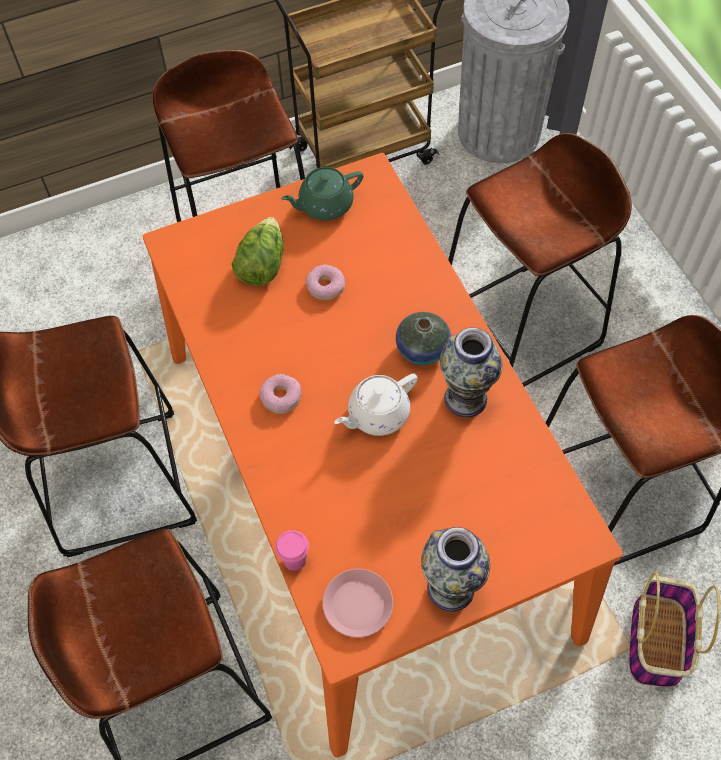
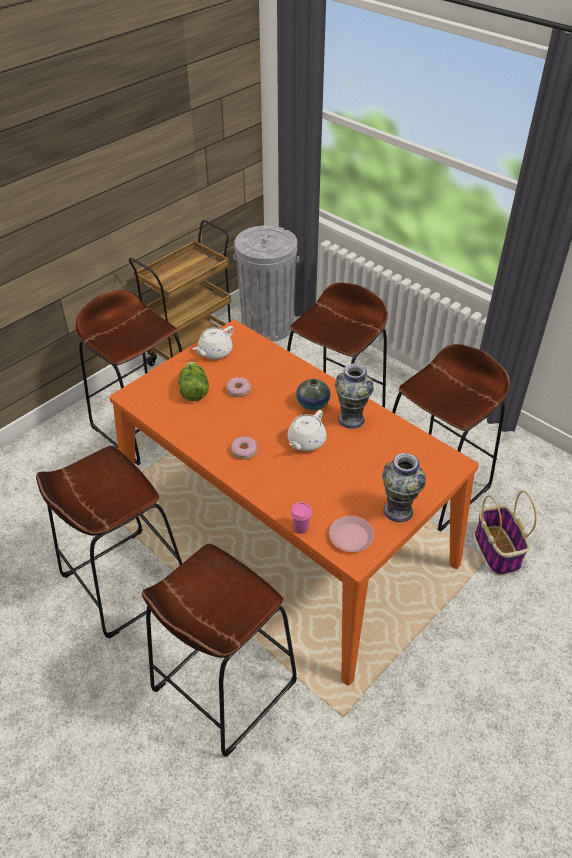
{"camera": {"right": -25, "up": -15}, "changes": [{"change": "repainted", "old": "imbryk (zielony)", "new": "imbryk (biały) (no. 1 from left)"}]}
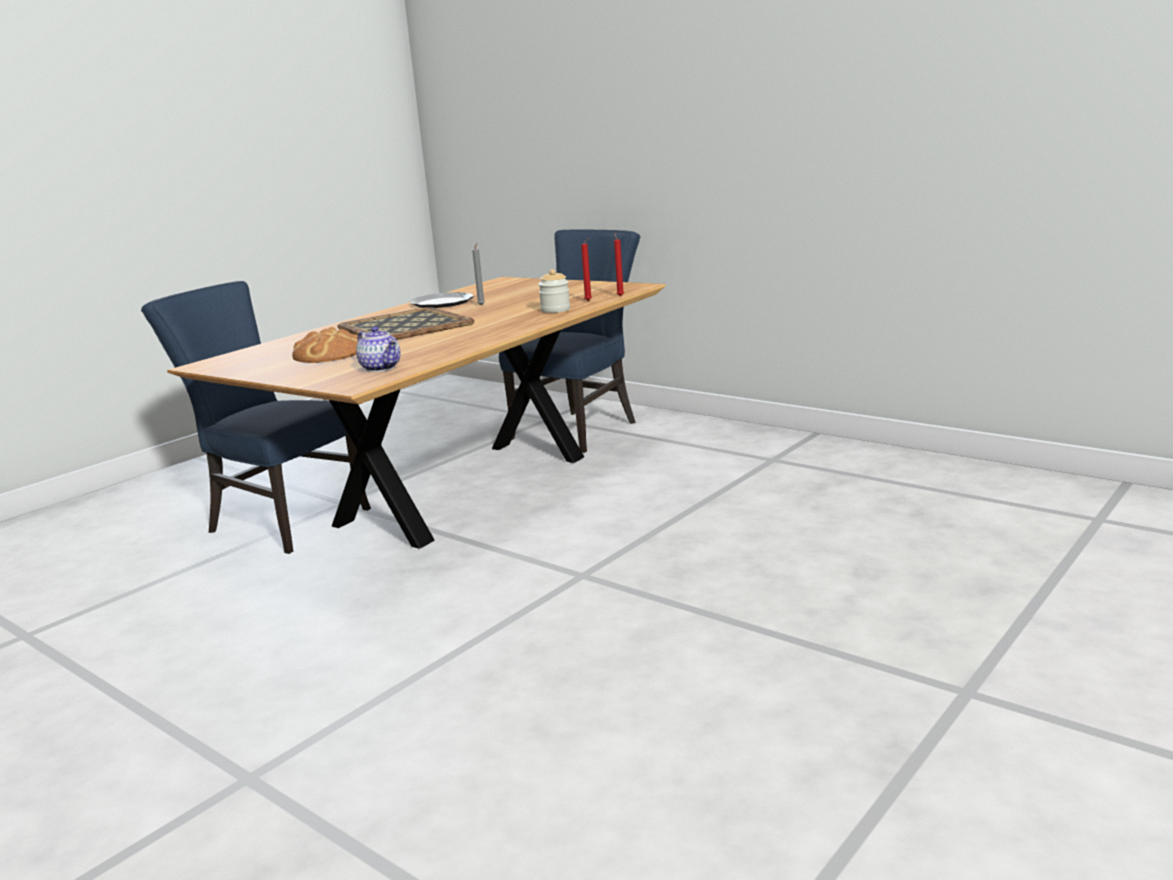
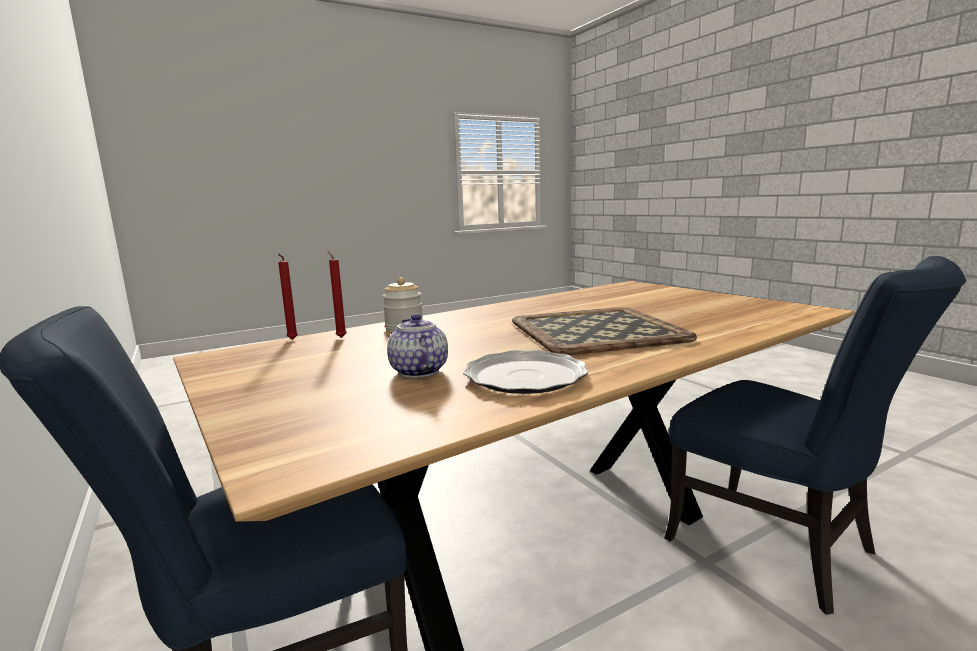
{"camera": {"right": -160, "up": -5}, "changes": [{"change": "gone", "old": "chleb"}, {"change": "gone", "old": "świeca (szary)"}, {"change": "shifted", "old": "imbryk"}]}
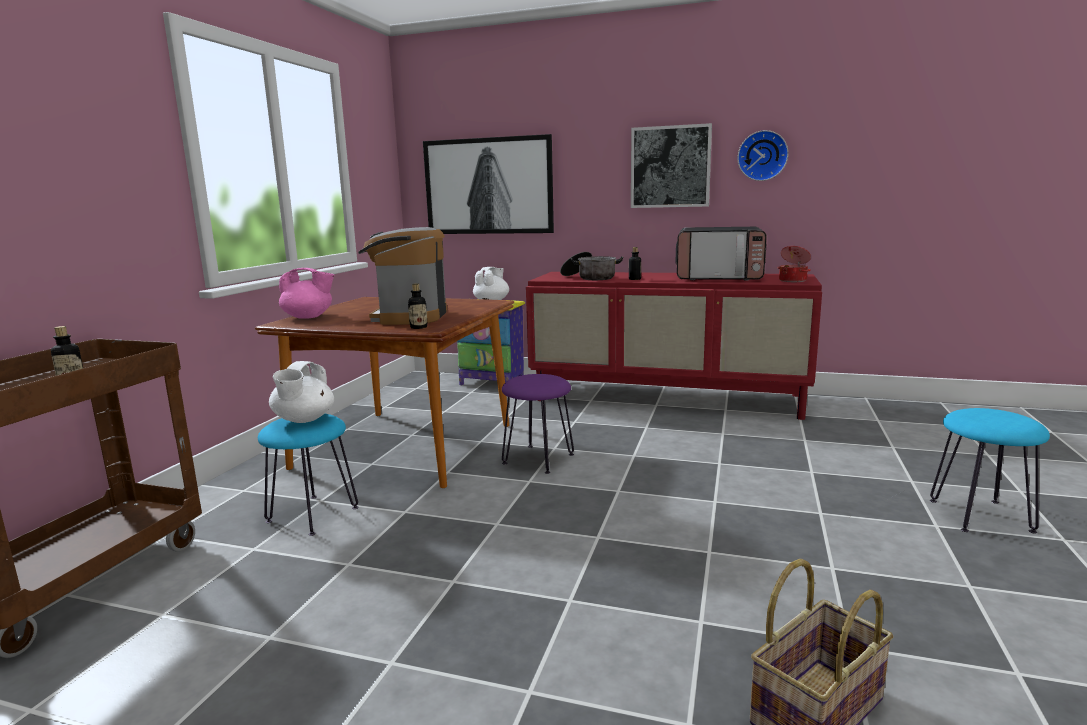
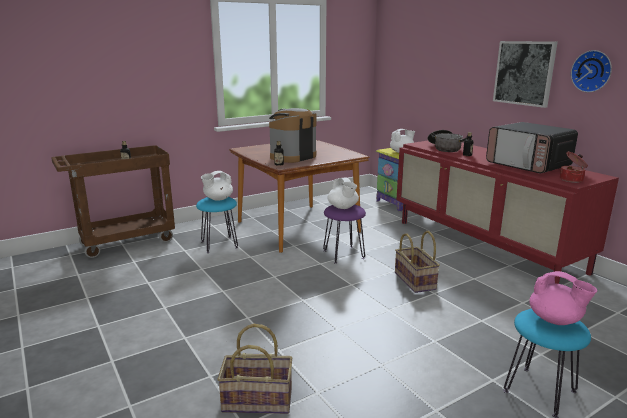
{"camera": {"right": 40, "up": 5}, "changes": [{"change": "gone", "old": "obraz (no. 1 from left)"}, {"change": "new", "new": "imbryk (biały) (no. 2 from left)"}, {"change": "new", "new": "koszyk (no. 2 from left)"}, {"change": "shifted", "old": "imbryk (różowy)"}]}
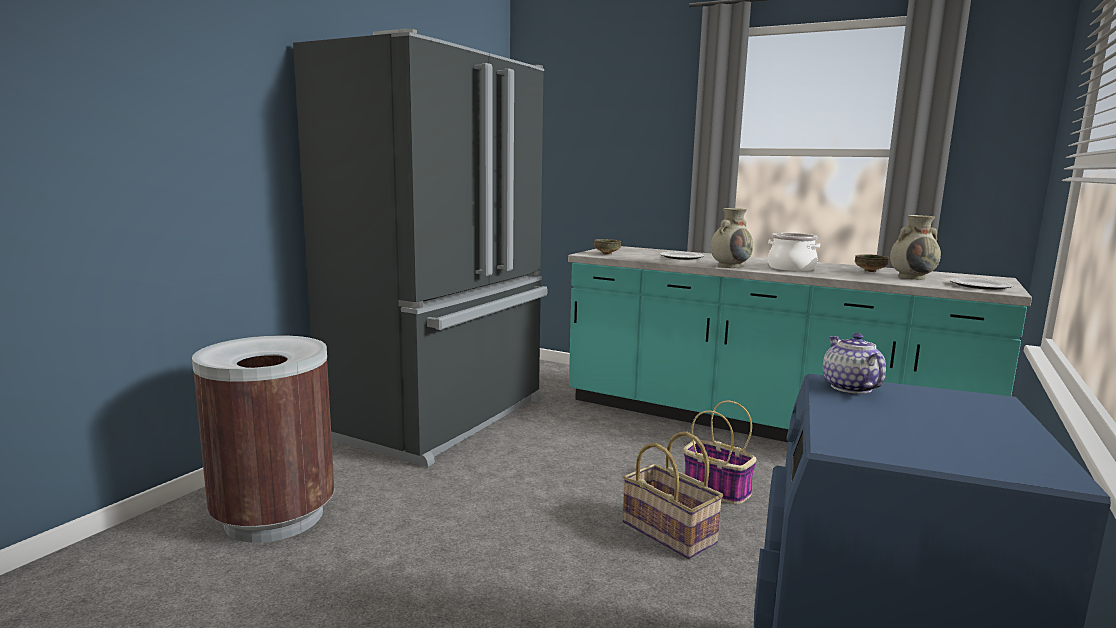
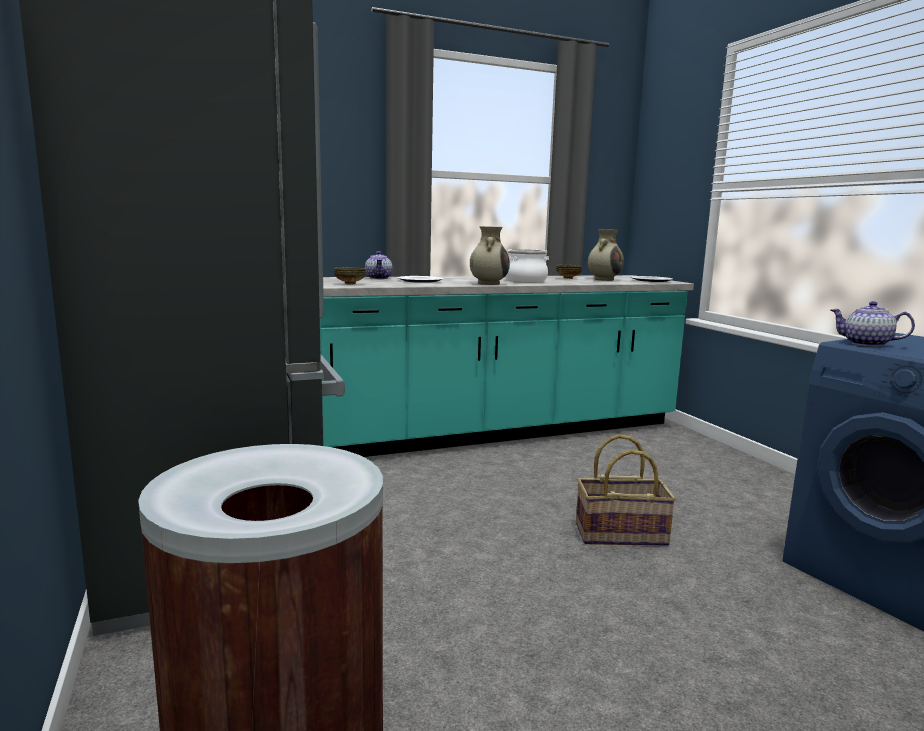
{"camera": {"right": -50, "up": 0}, "changes": [{"change": "gone", "old": "koszyk (no. 2 from left)"}, {"change": "new", "new": "imbryk (no. 1 from left)"}]}
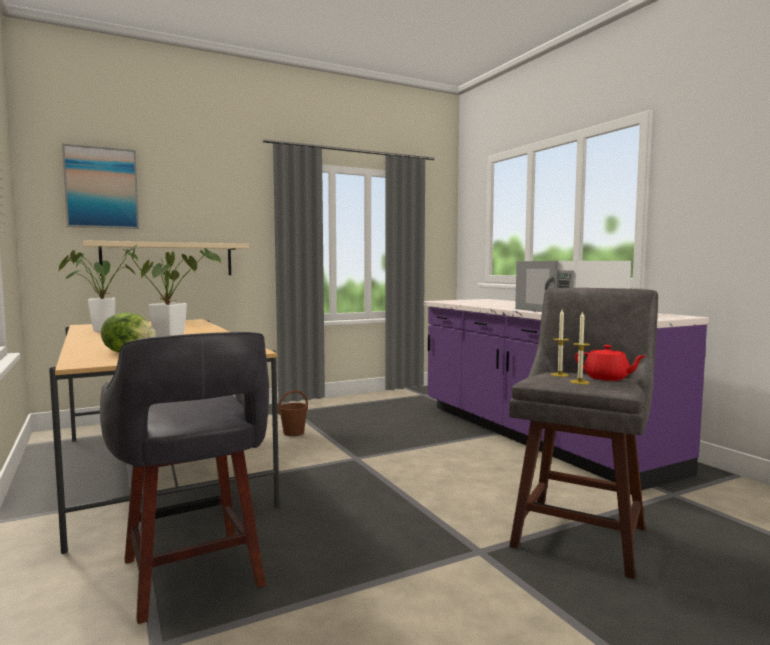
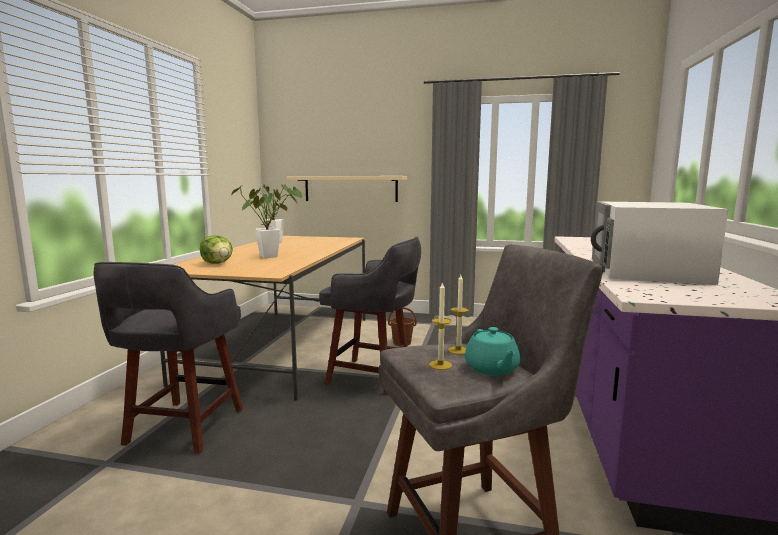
{"camera": {"right": 40, "up": 5}, "changes": [{"change": "gone", "old": "obraz"}, {"change": "new", "new": "stołek (szary) (no. 2 from left)"}, {"change": "repainted", "old": "imbryk (czerwony)", "new": "imbryk (turkusowy)"}]}
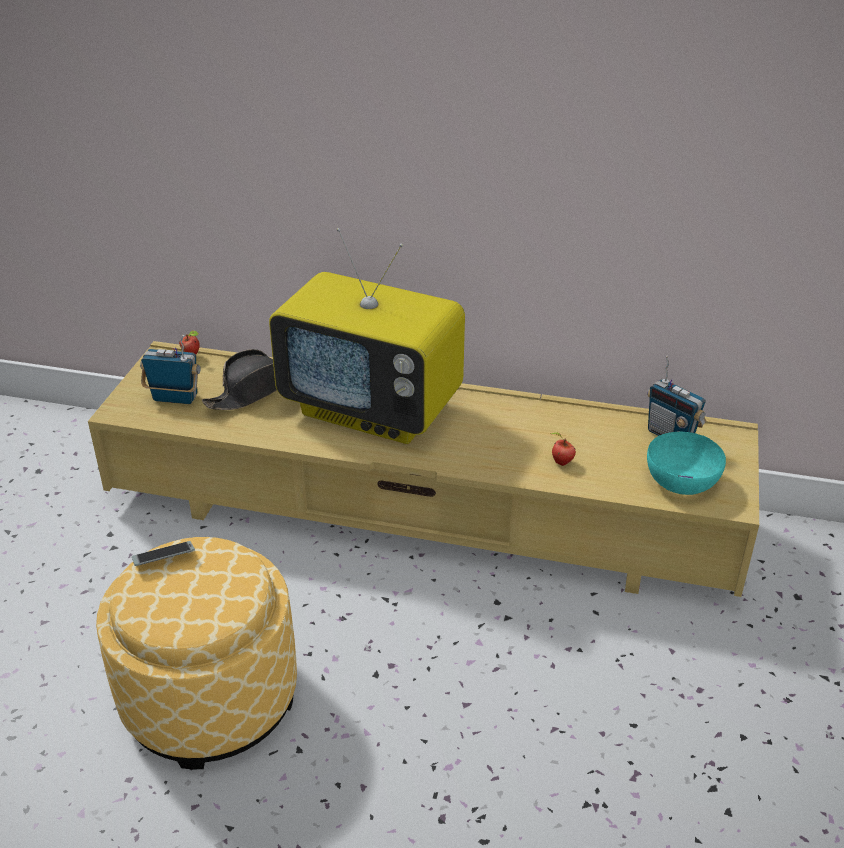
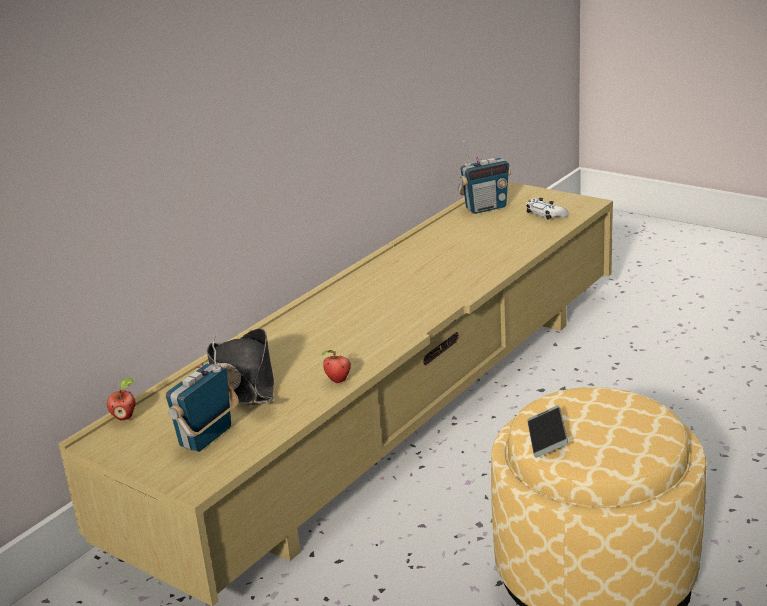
{"camera": {"right": -65, "up": -10}, "changes": [{"change": "gone", "old": "telewizor"}, {"change": "shifted", "old": "jabłko (no. 2 from left)"}, {"change": "swapped", "old": "miska (turkusowy)", "new": "pad do gier (biały)"}]}
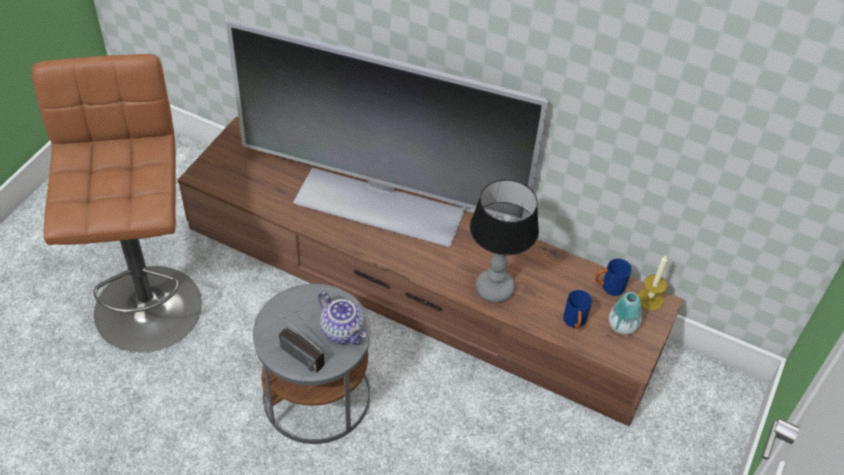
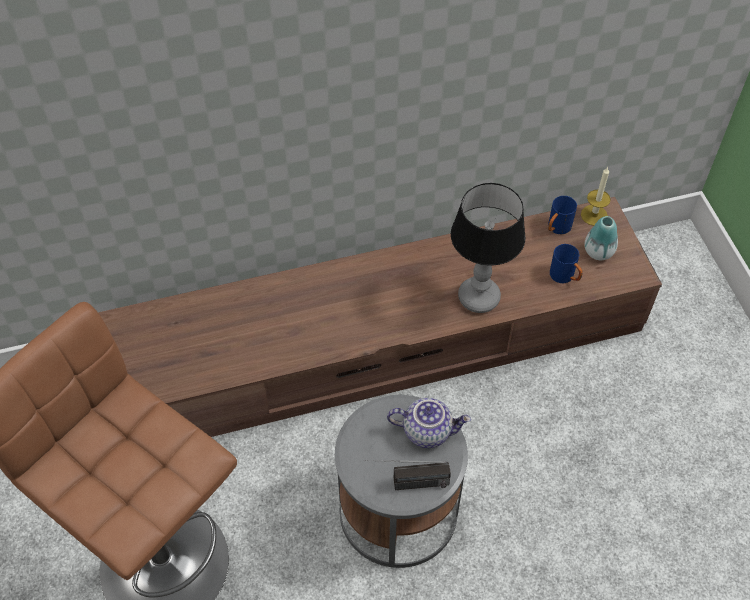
{"camera": {"right": -40, "up": 5}, "changes": [{"change": "gone", "old": "telewizor"}]}
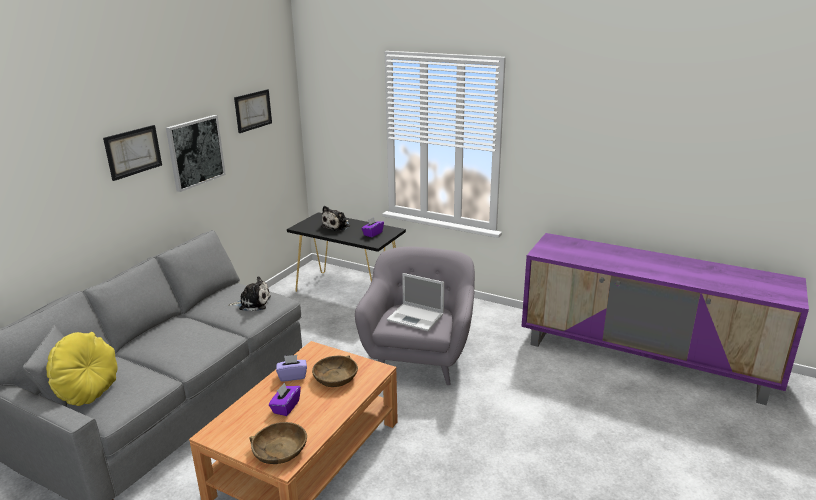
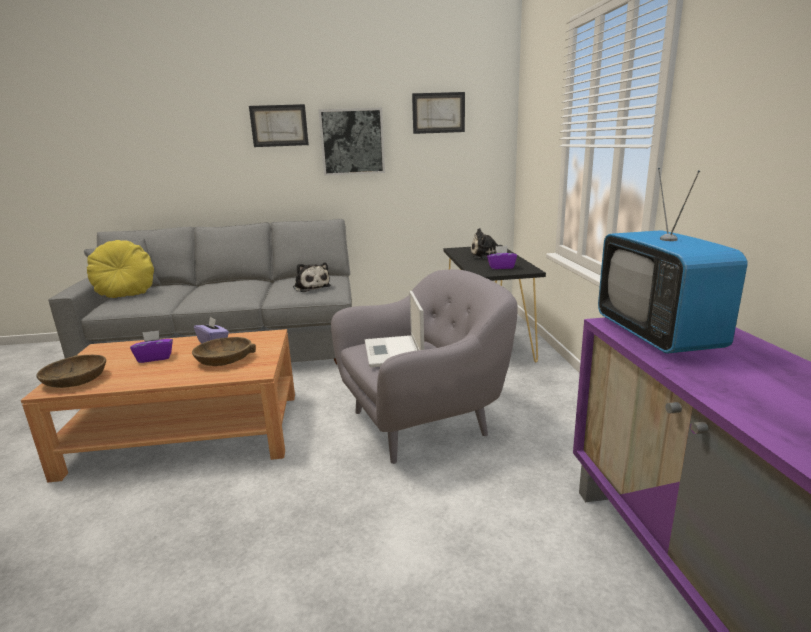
{"camera": {"right": 55, "up": -5}, "changes": [{"change": "new", "new": "telewizor"}]}
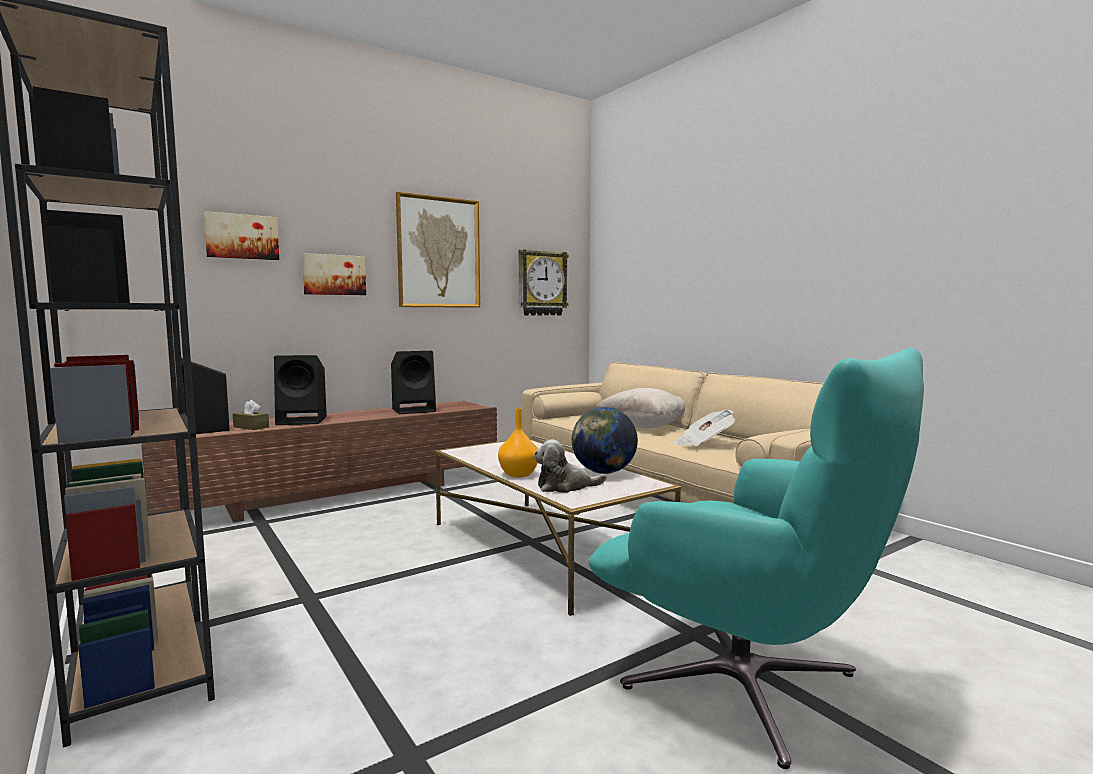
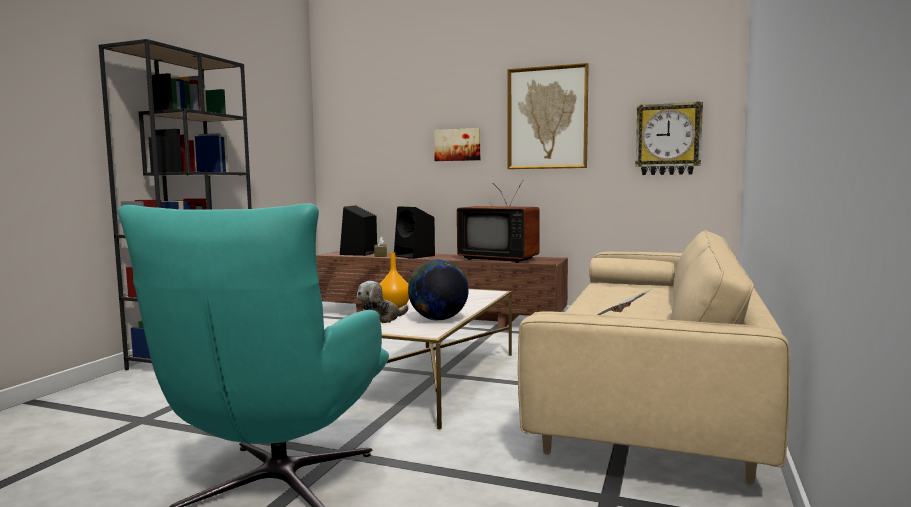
{"camera": {"right": 55, "up": 0}, "changes": [{"change": "gone", "old": "obraz (no. 1 from left)"}, {"change": "gone", "old": "poduszka (beżowy)"}, {"change": "swapped", "old": "głośnik (czarny) (no. 3 from left)", "new": "telewizor"}, {"change": "rotated", "old": "pluszak", "degrees": -90}]}
